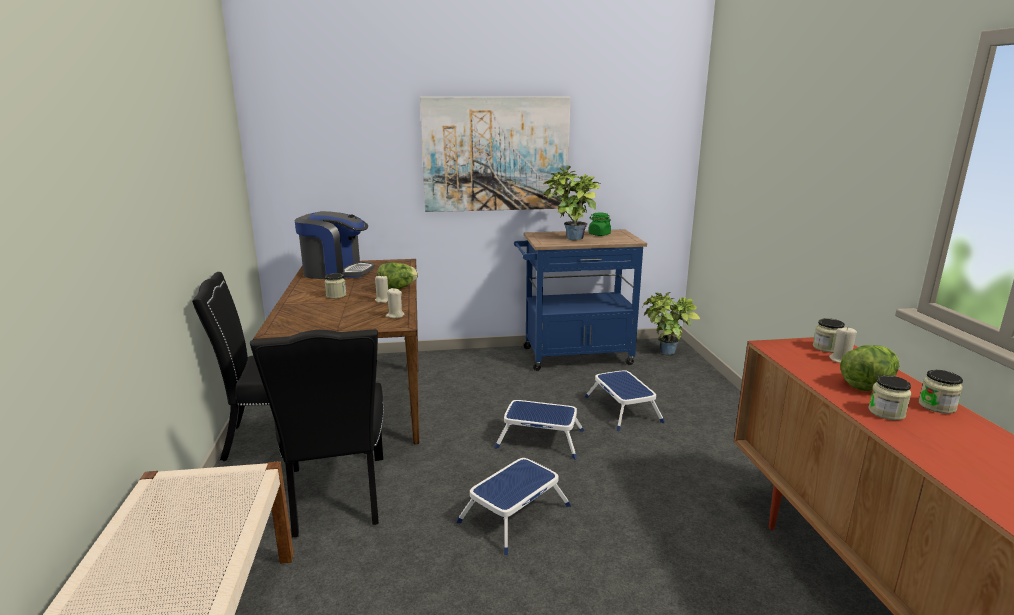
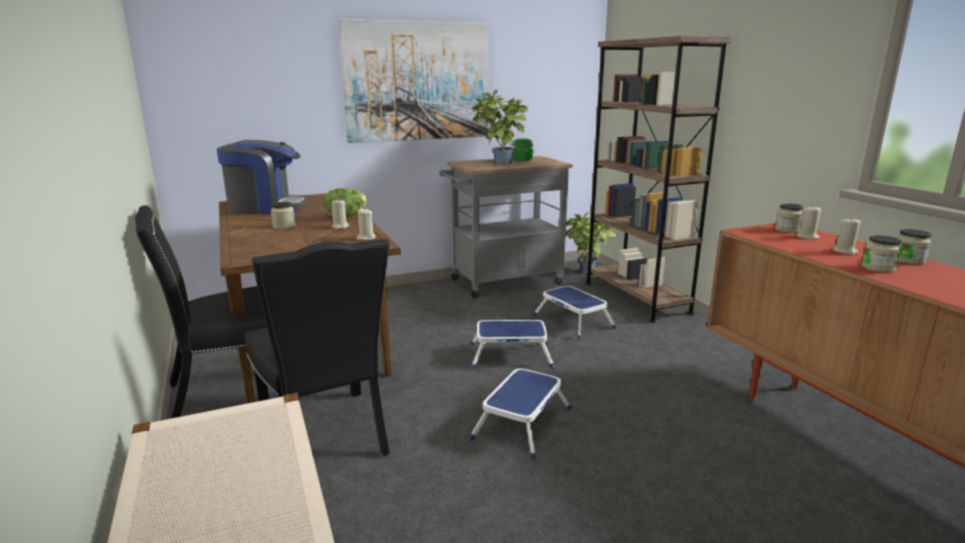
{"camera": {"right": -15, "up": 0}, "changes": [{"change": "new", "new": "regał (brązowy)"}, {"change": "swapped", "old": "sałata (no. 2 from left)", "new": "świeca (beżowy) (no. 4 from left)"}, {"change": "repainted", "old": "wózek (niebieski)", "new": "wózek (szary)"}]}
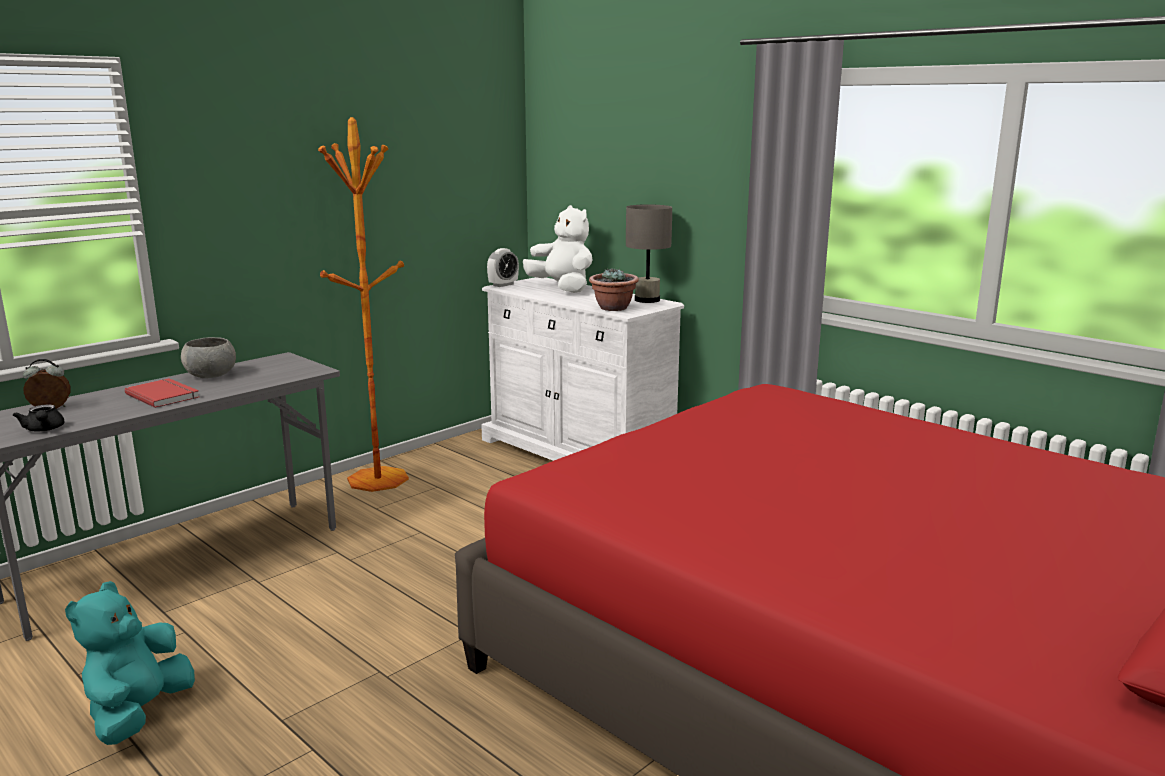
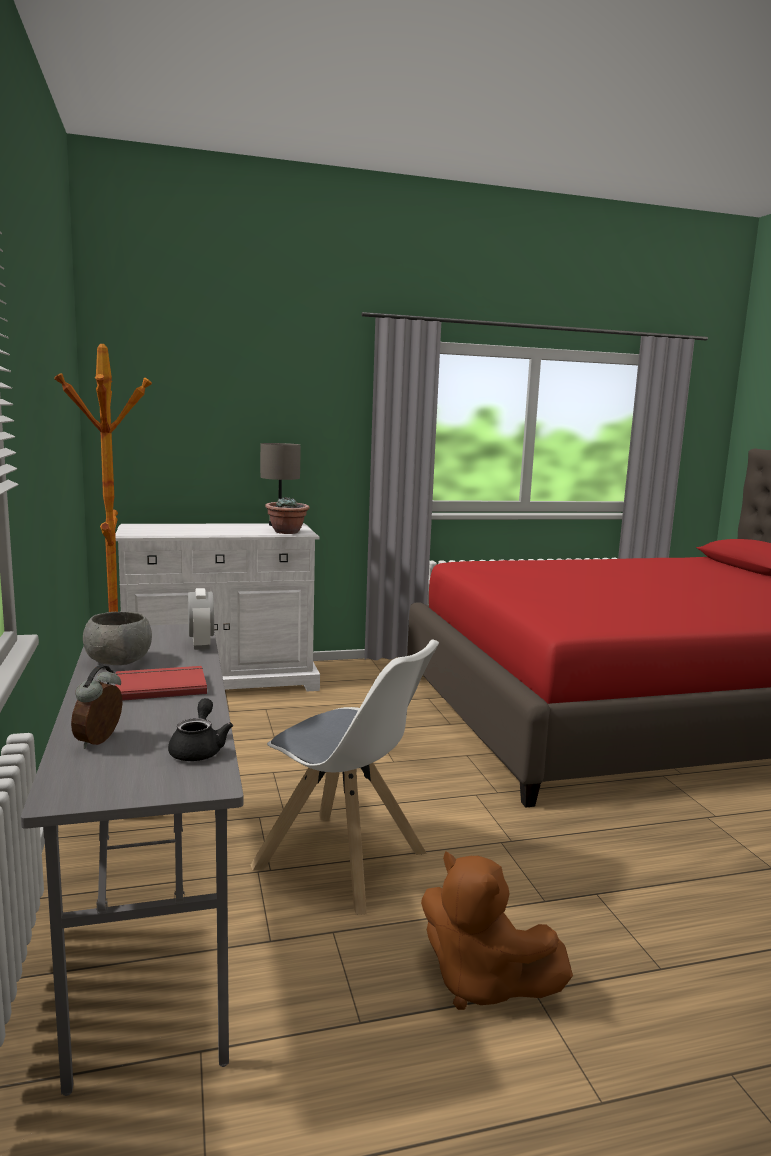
{"camera": {"right": -60, "up": -5}, "changes": [{"change": "gone", "old": "pluszak (biały)"}, {"change": "new", "new": "krzesło"}, {"change": "shifted", "old": "budzik (no. 2 from left)"}, {"change": "repainted", "old": "pluszak (turkusowy)", "new": "pluszak (brązowy)"}, {"change": "rotated", "old": "imbryk (czarny)", "degrees": -90}]}
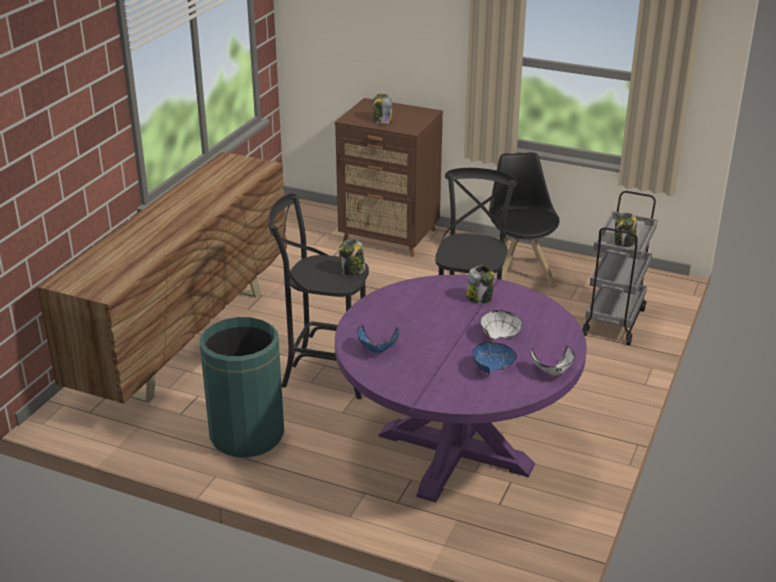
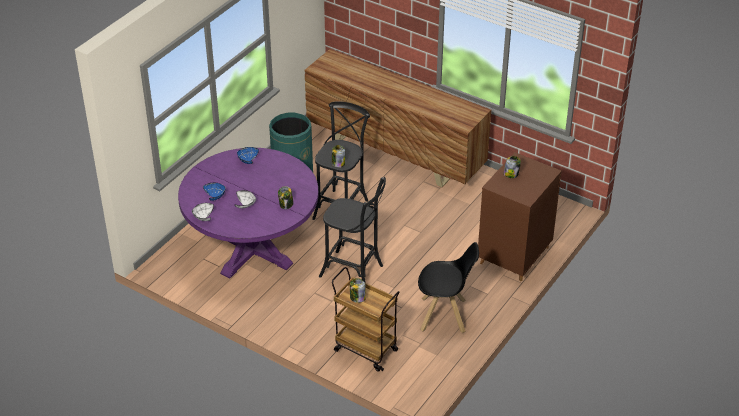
{"camera": {"right": 100, "up": 10}, "changes": [{"change": "repainted", "old": "wózek (szary)", "new": "wózek (brązowy)"}]}
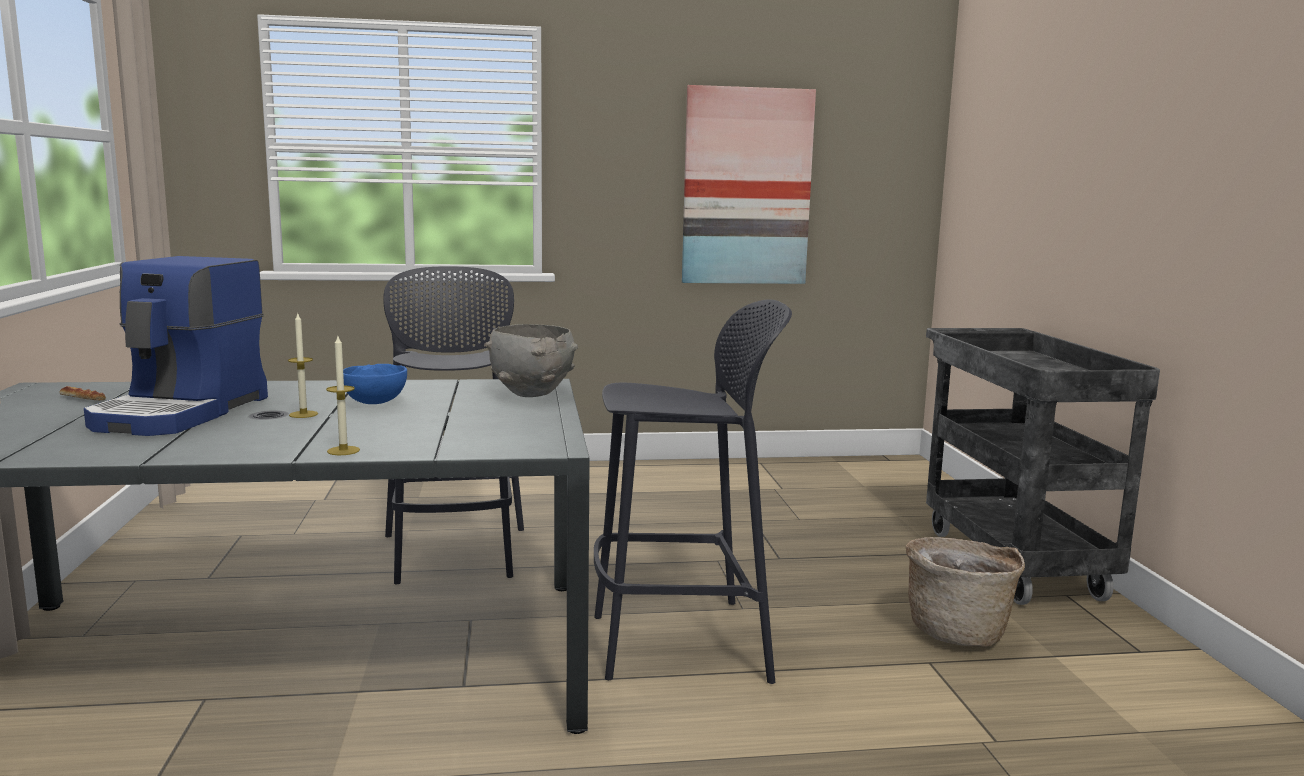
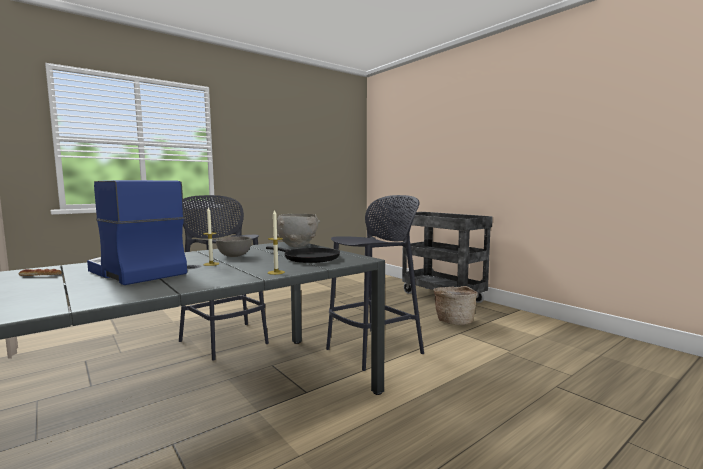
{"camera": {"right": -30, "up": -5}, "changes": [{"change": "gone", "old": "obraz"}, {"change": "new", "new": "patelnia (czarny)"}, {"change": "repainted", "old": "miska (niebieski)", "new": "miska (szary) (no. 1 from left)"}, {"change": "rotated", "old": "ekspres do kawy", "degrees": 150}]}
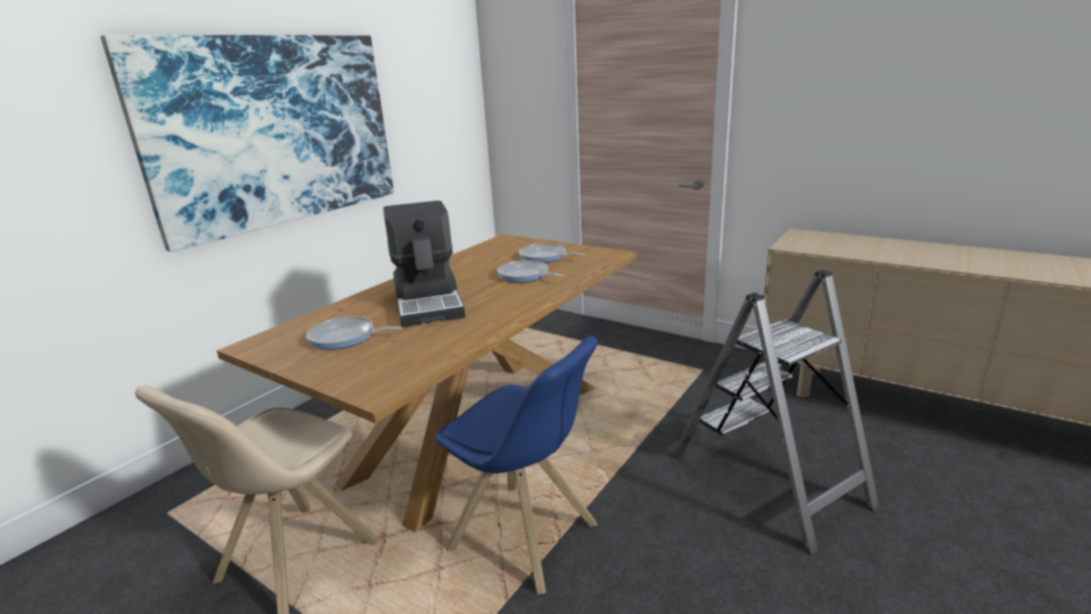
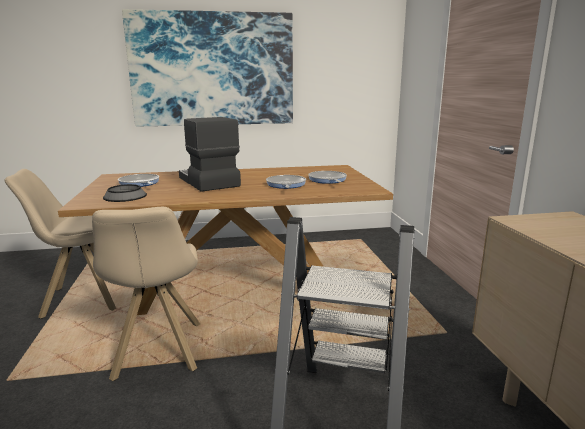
{"camera": {"right": 45, "up": -5}, "changes": [{"change": "new", "new": "miska"}, {"change": "repainted", "old": "krzesło (niebieski)", "new": "krzesło (beżowy) (no. 2 from left)"}, {"change": "rotated", "old": "ekspres do kawy", "degrees": 120}]}
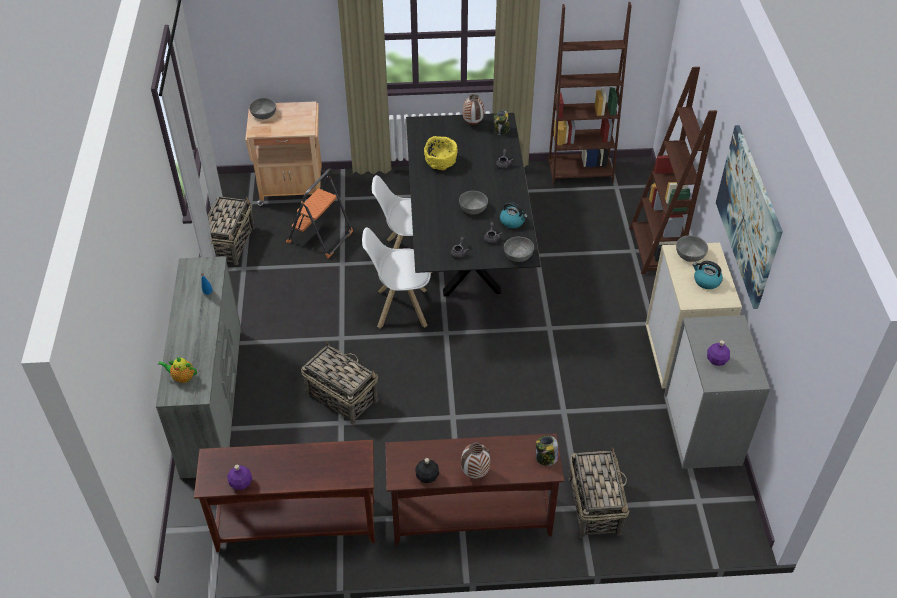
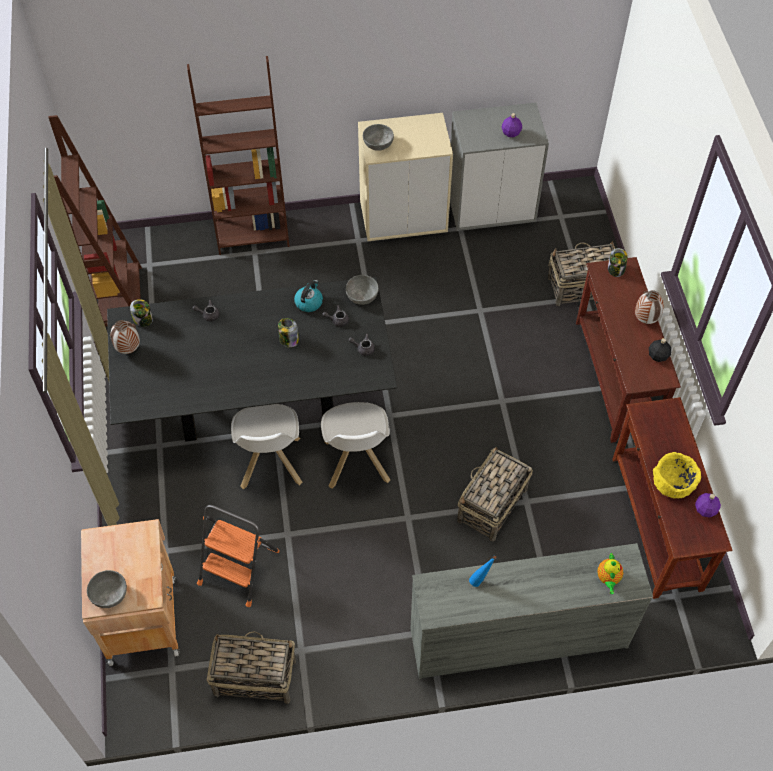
{"camera": {"right": -95, "up": 10}, "changes": [{"change": "gone", "old": "czajnik (no. 2 from left)"}, {"change": "gone", "old": "obraz"}, {"change": "shifted", "old": "miska (żółty)"}, {"change": "swapped", "old": "miska (szary) (no. 2 from left)", "new": "słoik (no. 2 from left)"}]}
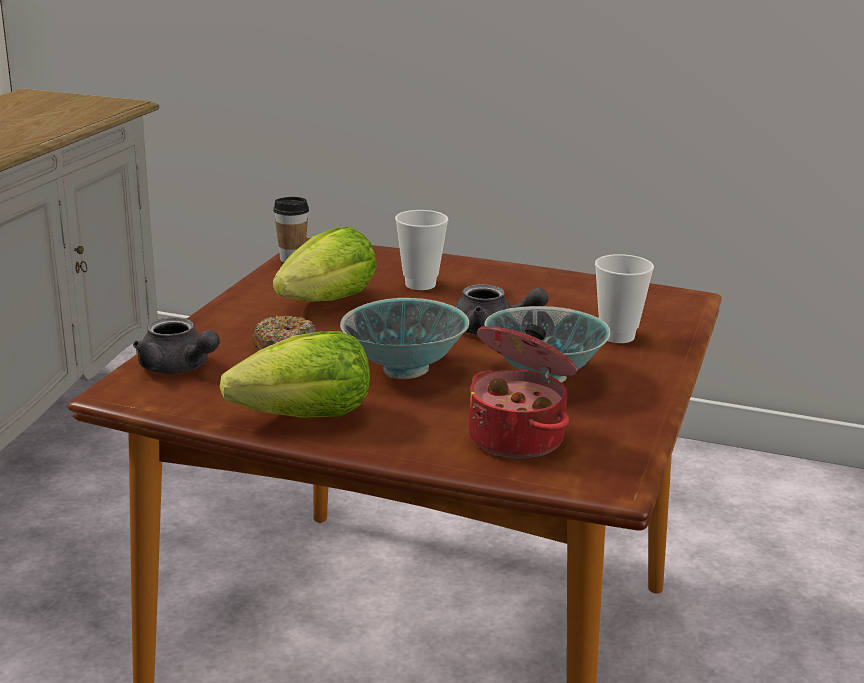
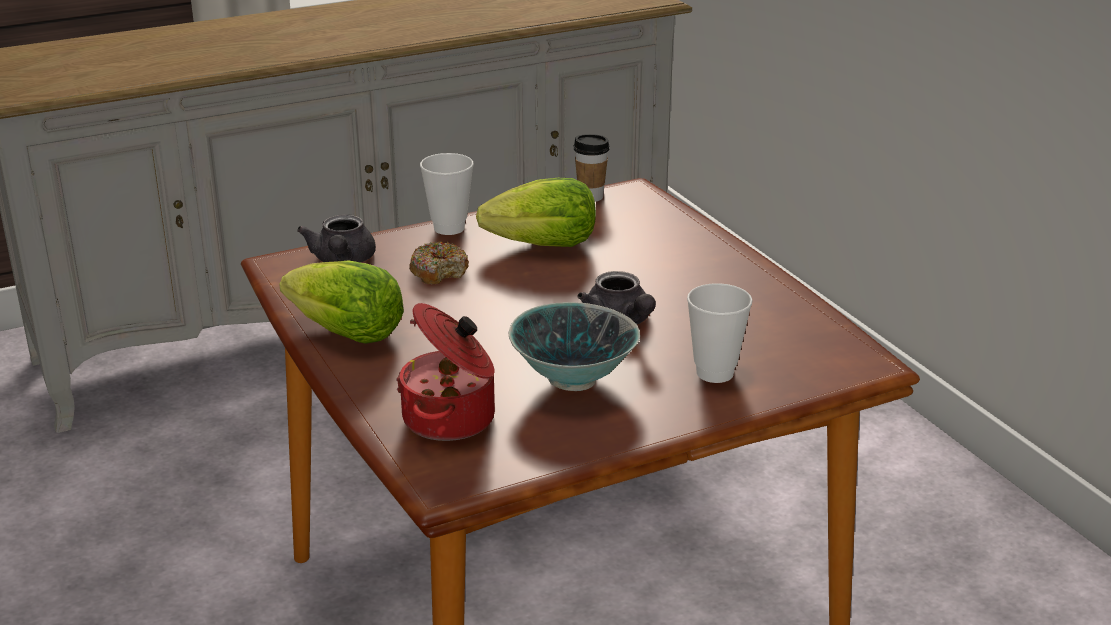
{"camera": {"right": 45, "up": 5}, "changes": [{"change": "gone", "old": "miska (no. 1 from left)"}, {"change": "shifted", "old": "filiżanka (no. 2 from left in the first image)", "new": "filiżanka (no. 1 from left)"}]}
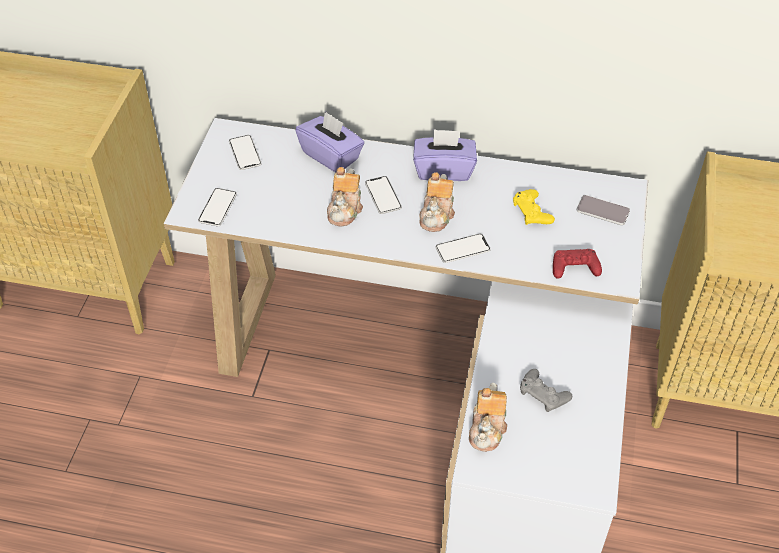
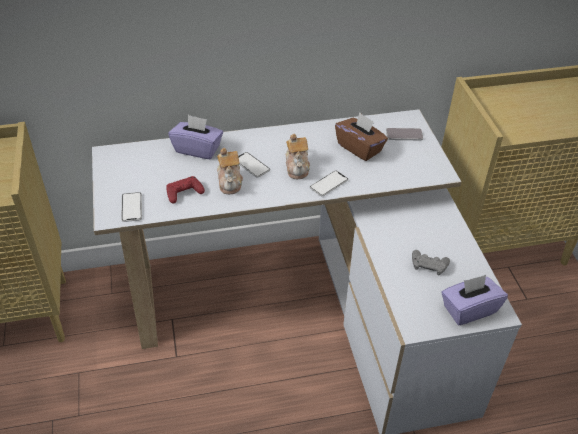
{"camera": {"right": -25, "up": -5}, "changes": [{"change": "gone", "old": "telefon (no. 2 from left)"}, {"change": "gone", "old": "imbryk (no. 3 from left)"}, {"change": "shifted", "old": "pudełko chusteczek (fioletowy) (no. 2 from left)"}, {"change": "shifted", "old": "pad do gier (czerwony)"}, {"change": "swapped", "old": "pad do gier (żółty)", "new": "pudełko chusteczek (brązowy)"}]}
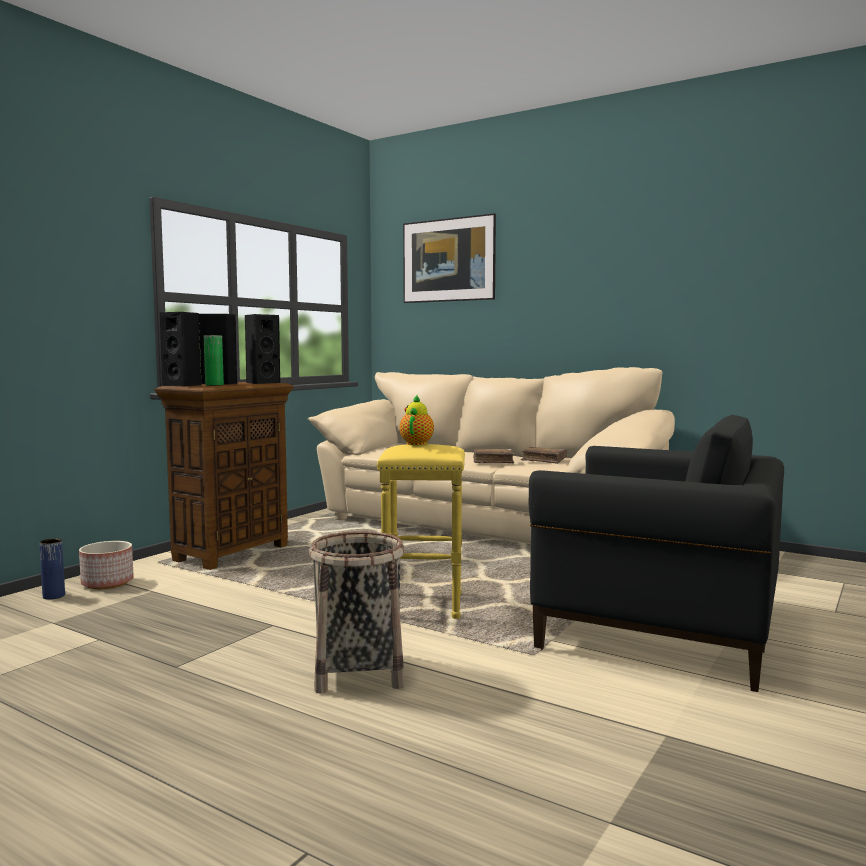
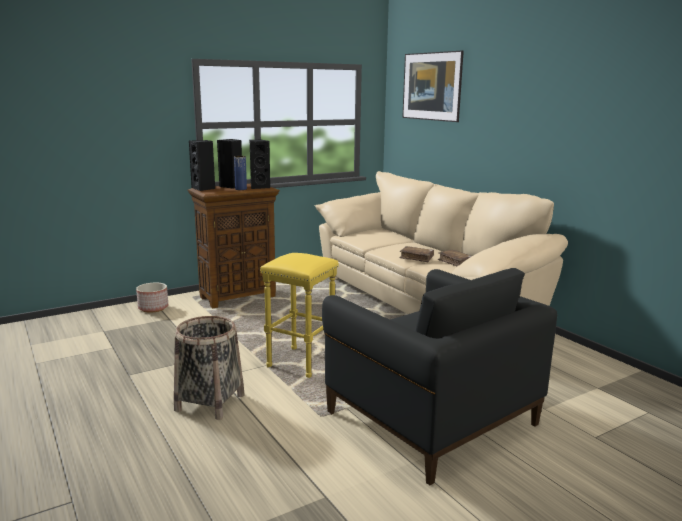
{"camera": {"right": 25, "up": 10}, "changes": [{"change": "gone", "old": "wazon (zielony)"}, {"change": "gone", "old": "imbryk"}, {"change": "shifted", "old": "wazon (niebieski)"}]}
